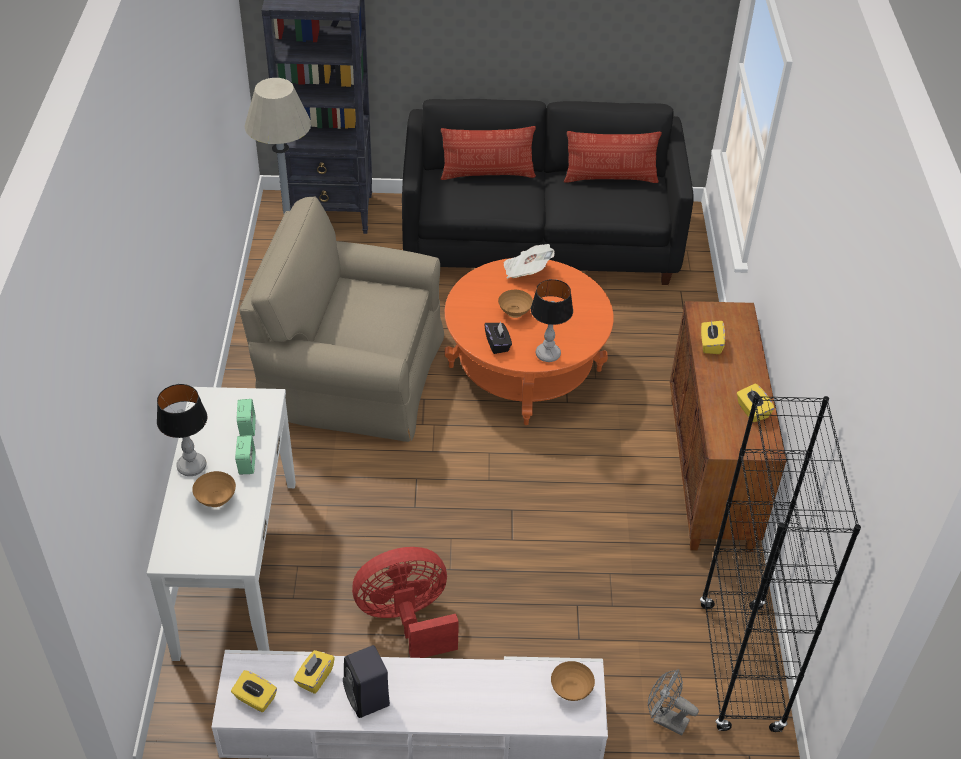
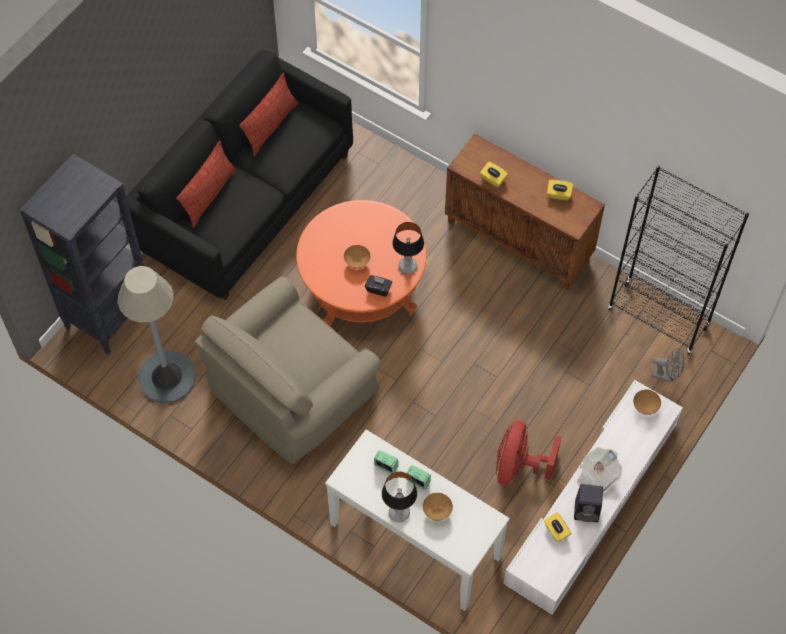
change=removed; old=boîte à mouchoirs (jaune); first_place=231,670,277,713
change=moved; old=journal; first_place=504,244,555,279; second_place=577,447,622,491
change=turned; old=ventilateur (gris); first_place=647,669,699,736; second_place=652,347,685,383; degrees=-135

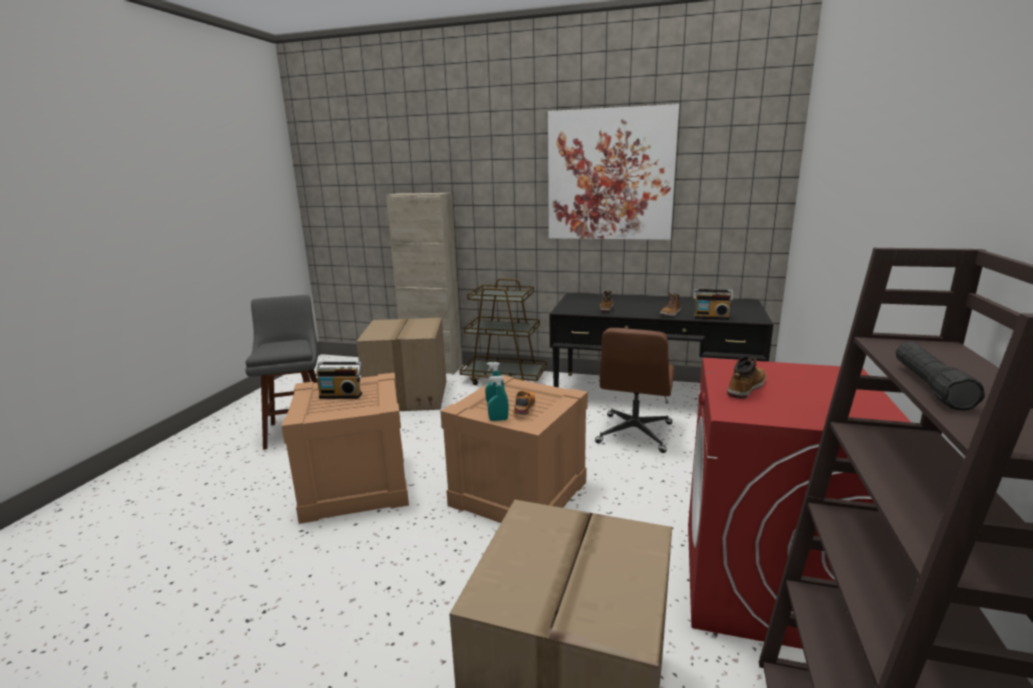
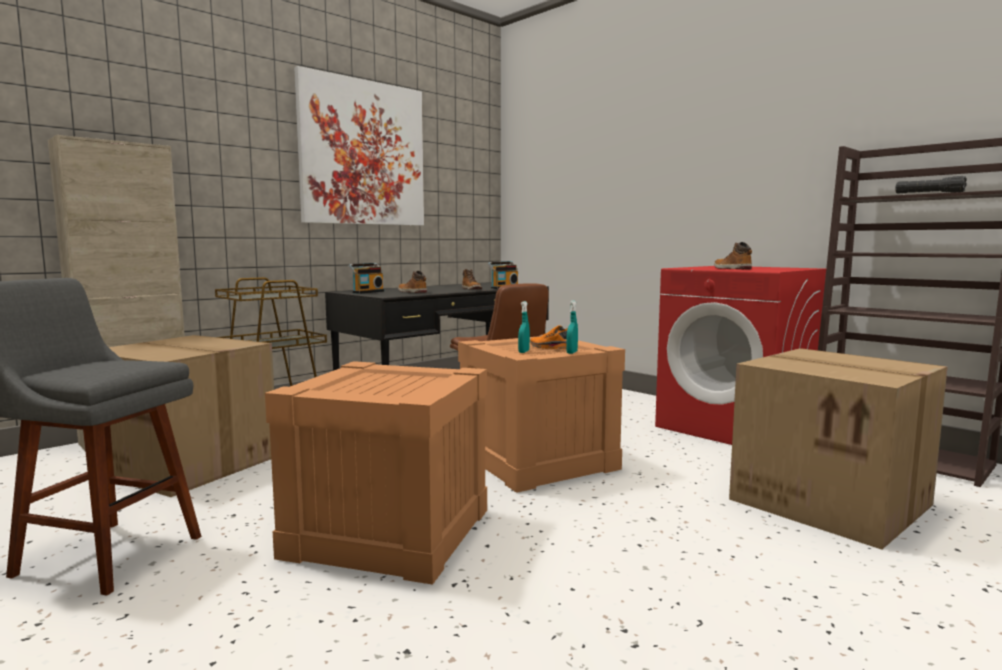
change=moved; old=radio; first_place=315,362,362,399; second_place=348,263,384,294

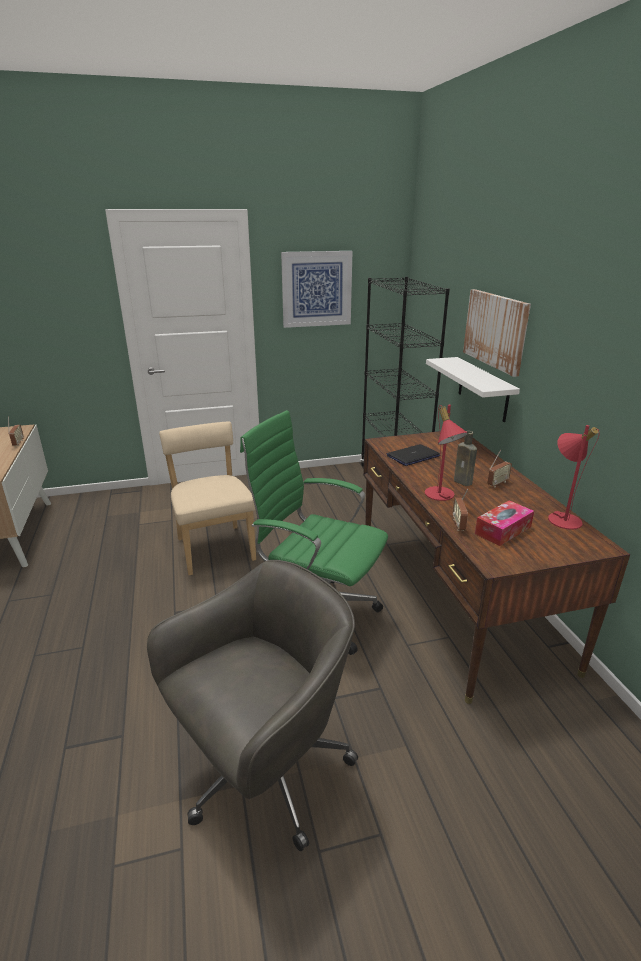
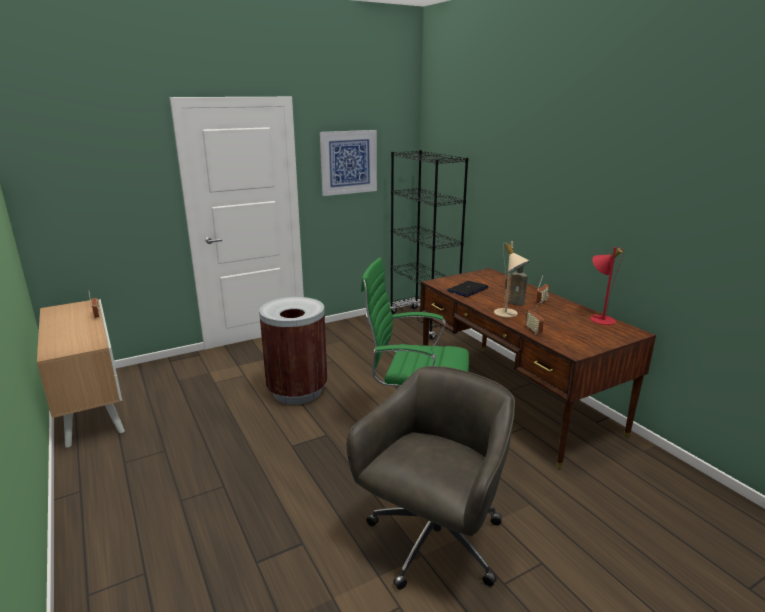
change=removed; old=étagère (blanc); first_place=426,357,520,422
change=removed; old=tableau; first_place=463,289,531,377
change=removed; old=boîte à mouchoirs; first_place=475,500,534,546
change=replaced; old=chaise (beige); new=poubelle (marron); first_place=159,421,256,575; second_place=259,297,327,405
change=recoloured; old=lampe de table (rouge); new=lampe de table (beige); first_place=425,405,468,501; second_place=494,242,530,317

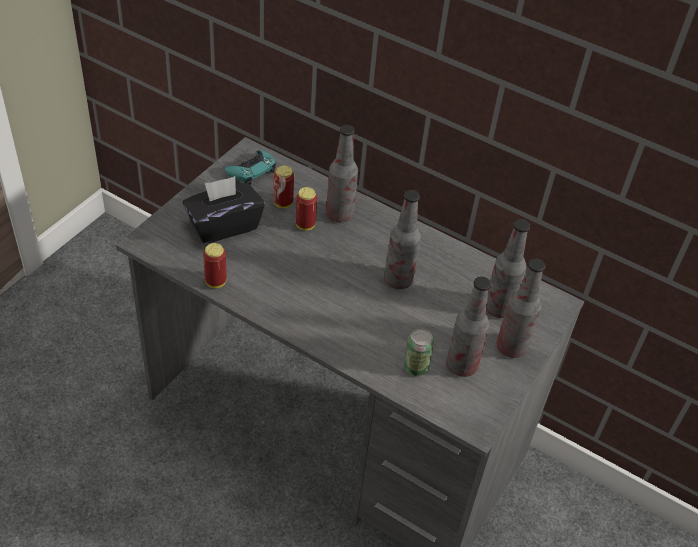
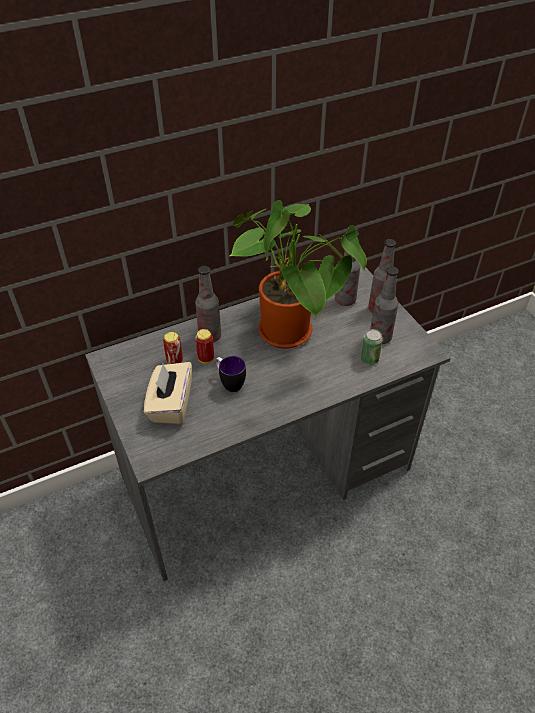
change=removed; old=boîte métallique; first_place=203,243,227,288
change=removed; old=manette (turquoise); first_place=225,150,276,185
change=added; new=mug; second_place=215,356,246,392
change=replaced; old=bouteille; new=plante en pot; first_place=384,190,421,289; second_place=228,200,367,348
change=recoloured; old=boîte à mouchoirs (noir); new=boîte à mouchoirs (beige); first_place=183,176,265,244; second_place=144,362,192,424

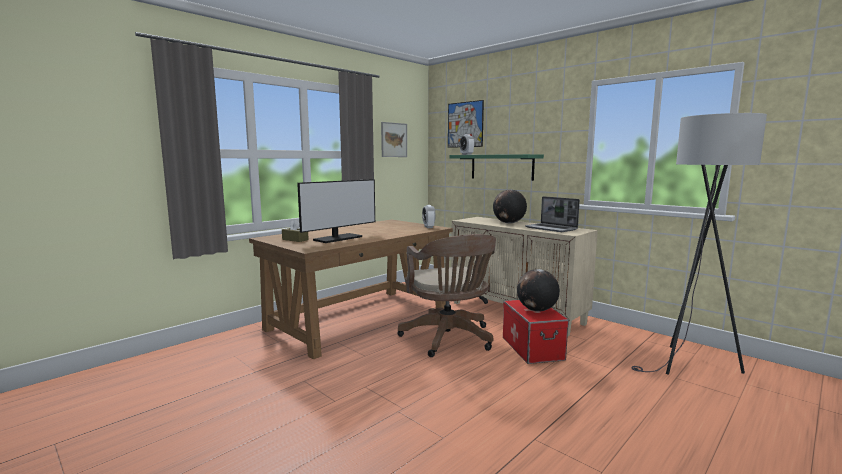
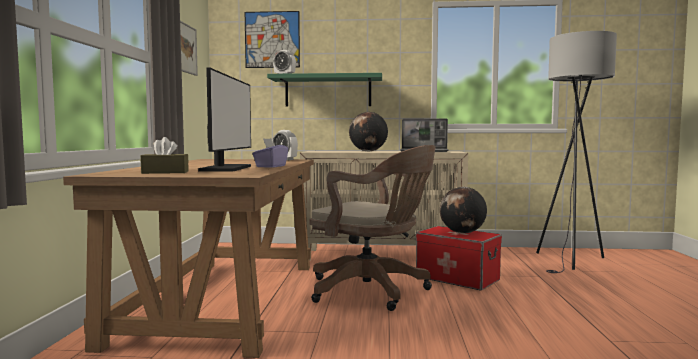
change=added; new=boîte à mouchoirs (violet); second_place=252,138,288,168

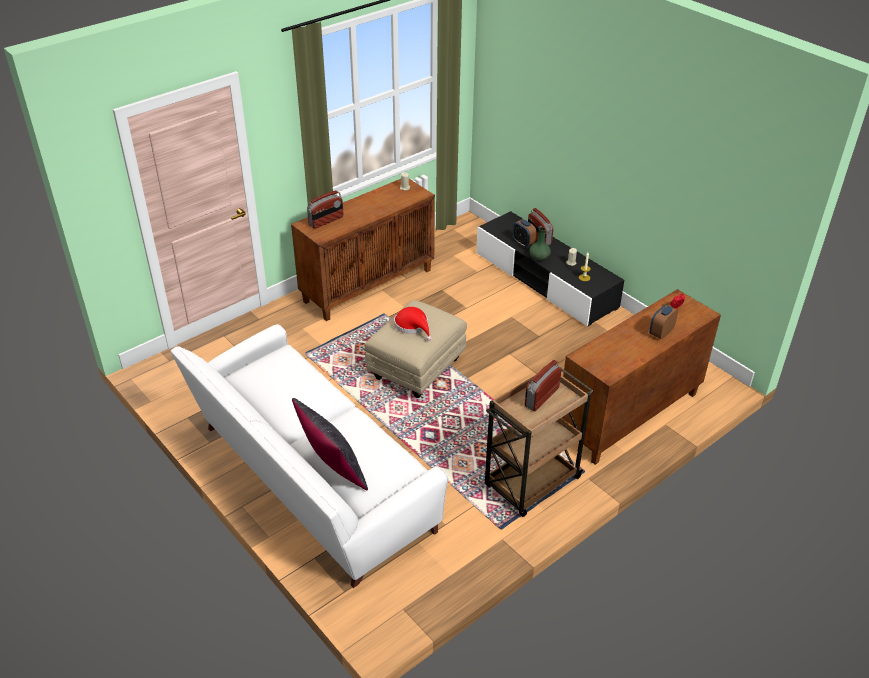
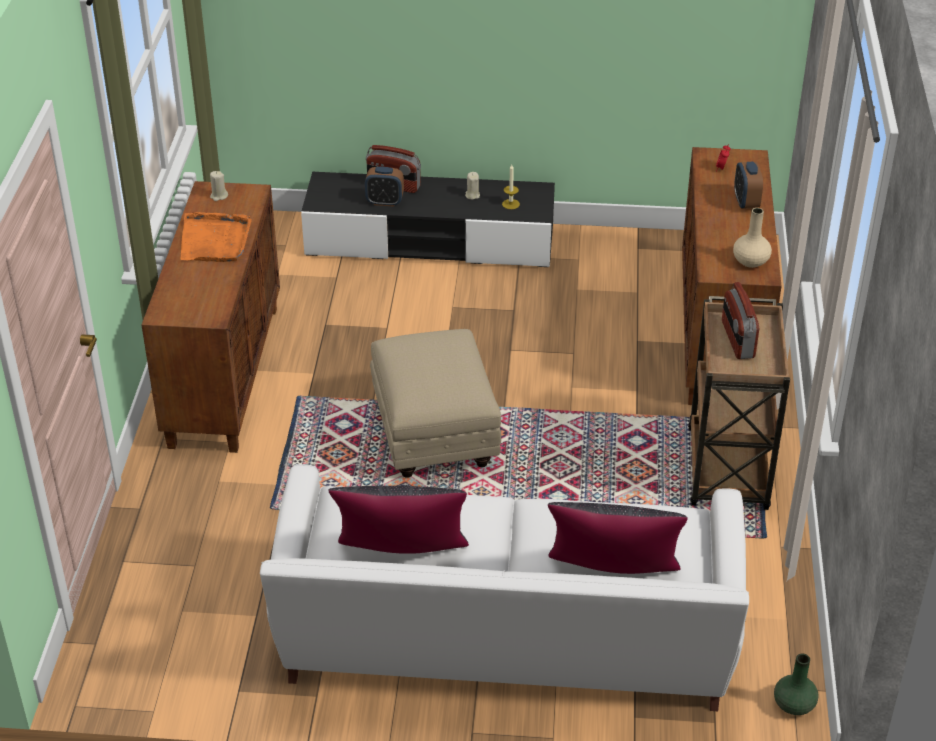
change=removed; old=radio; first_place=307,190,344,229
change=removed; old=chapeau (rouge); first_place=394,307,432,341
change=added; new=plateau (orange); second_place=180,212,252,262
change=added; new=coussin (noir); second_place=328,486,469,554
change=added; new=vase (beige); second_place=733,208,772,268
change=moved; old=vase (vert); first_place=529,227,551,261; second_place=774,654,819,715

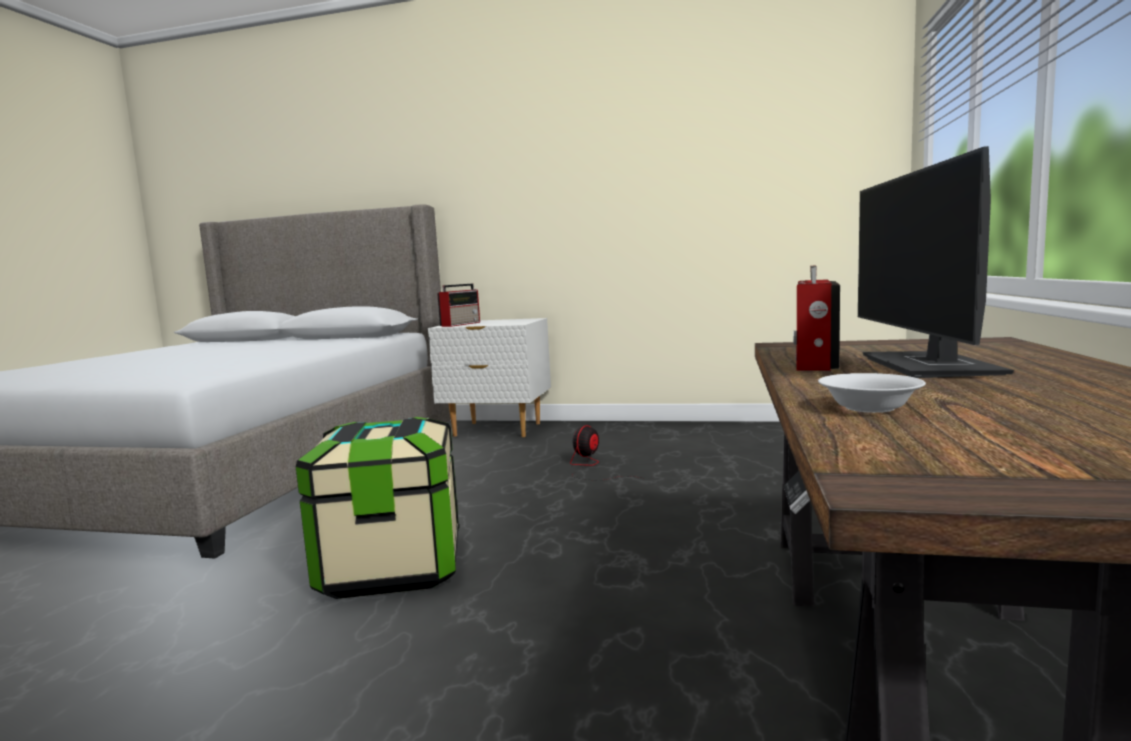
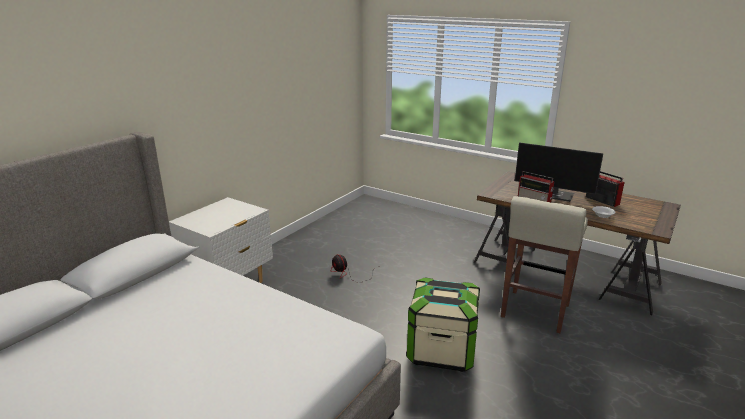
change=added; new=tabouret (beige); second_place=501,196,588,333
change=moved; old=radio; first_place=437,284,480,327; second_place=586,171,625,207

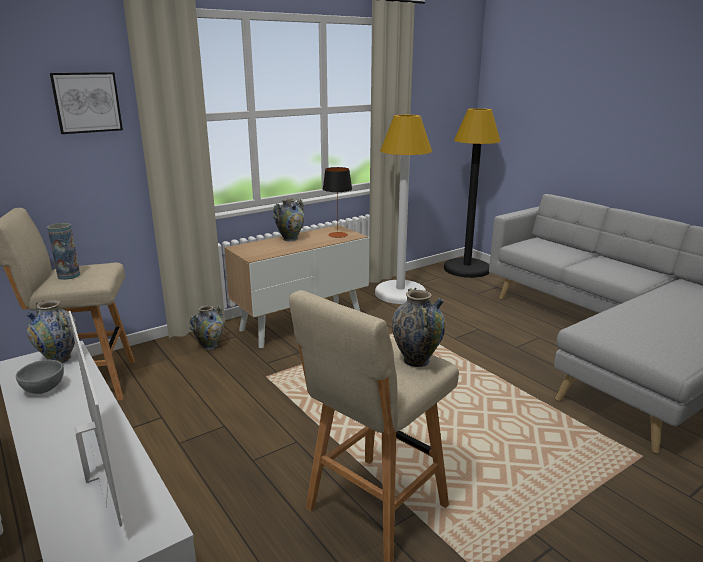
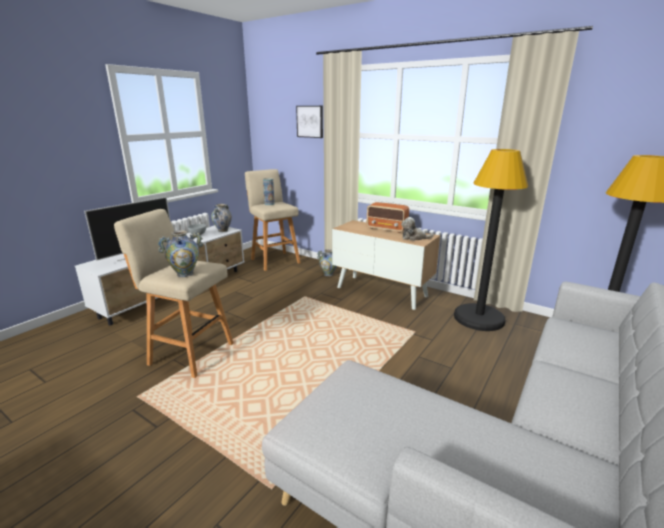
change=replaced; old=vase; new=radio; first_place=273,198,304,241; second_place=367,202,409,233
change=replaced; old=lampe de table; new=peluche; first_place=323,167,352,238; second_place=401,217,434,241
change=recoloured; old=lampadaire (blanc); new=lampadaire (noir); first_place=375,115,432,304; second_place=454,149,528,331

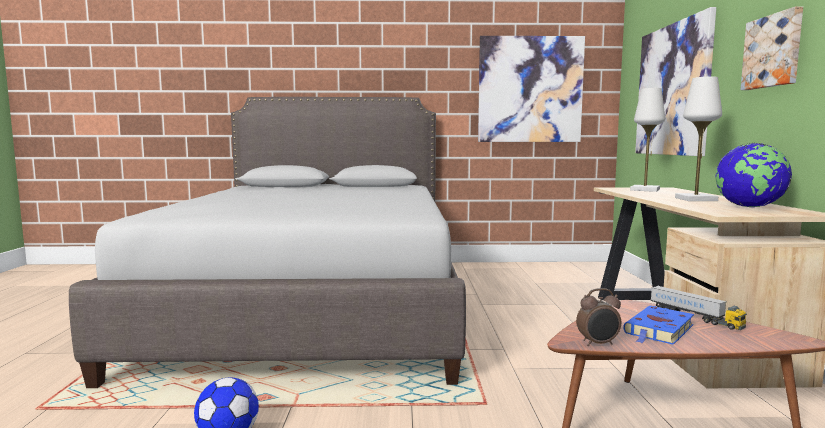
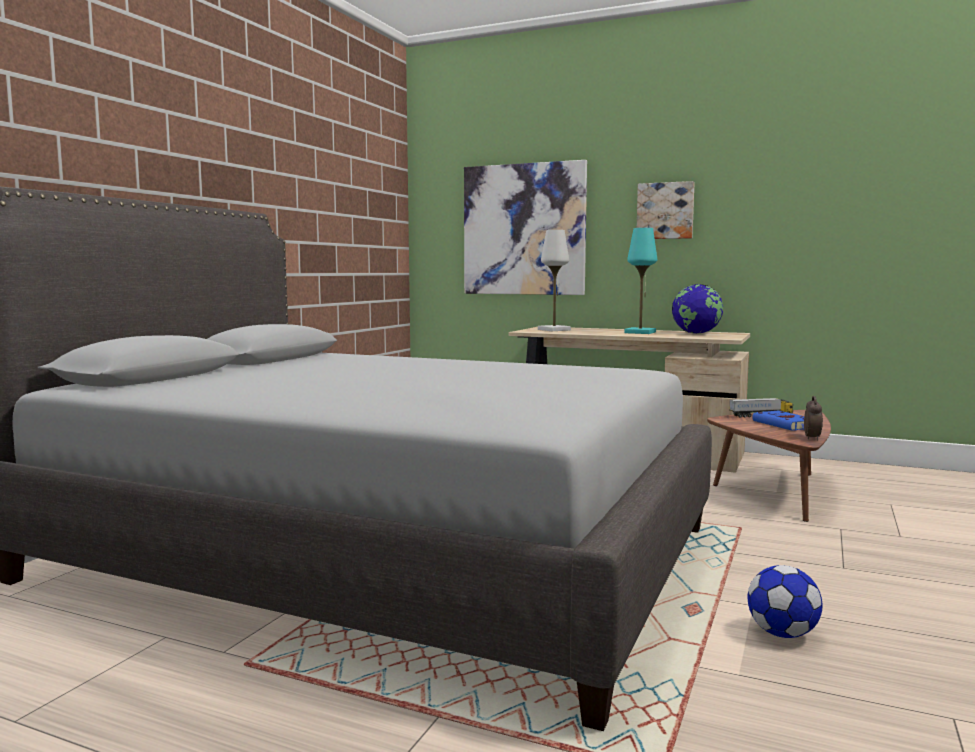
change=removed; old=tableau; first_place=478,36,585,142
change=recoloured; old=lampe de table (blanc); new=lampe de table (turquoise); first_place=675,76,722,201; second_place=625,228,657,334

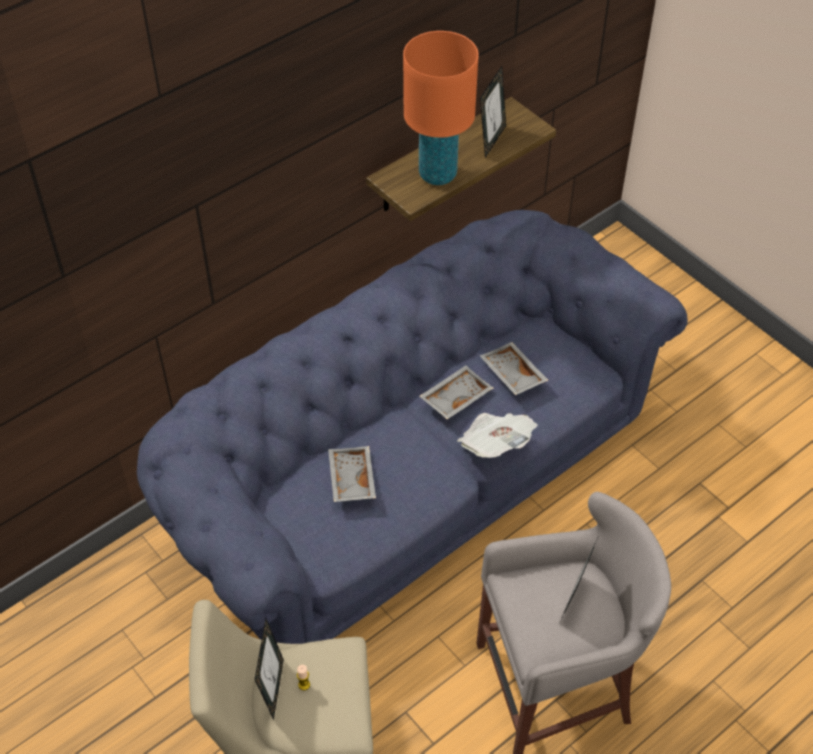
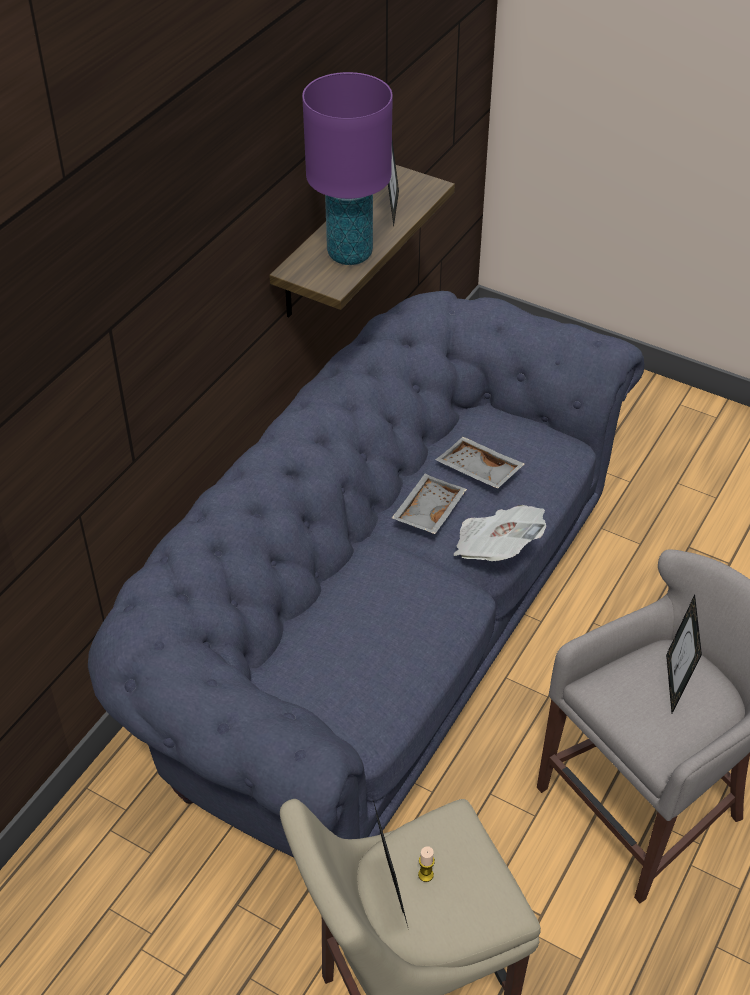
change=removed; old=plateau (gris); first_place=328,446,376,502
change=recoloured; old=lampe de table (orange); new=lampe de table (violet); first_place=403,31,479,185; second_place=302,72,393,265

